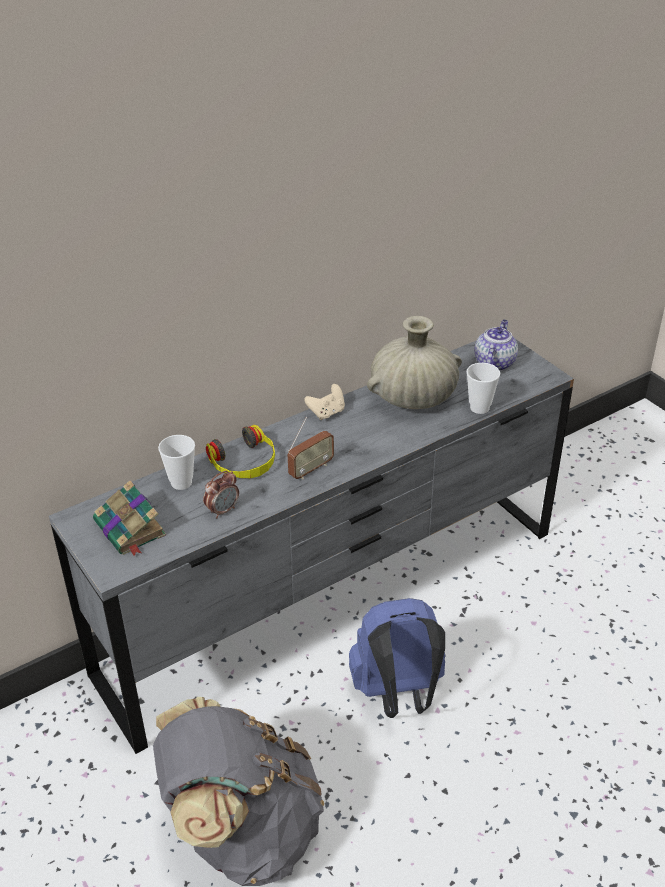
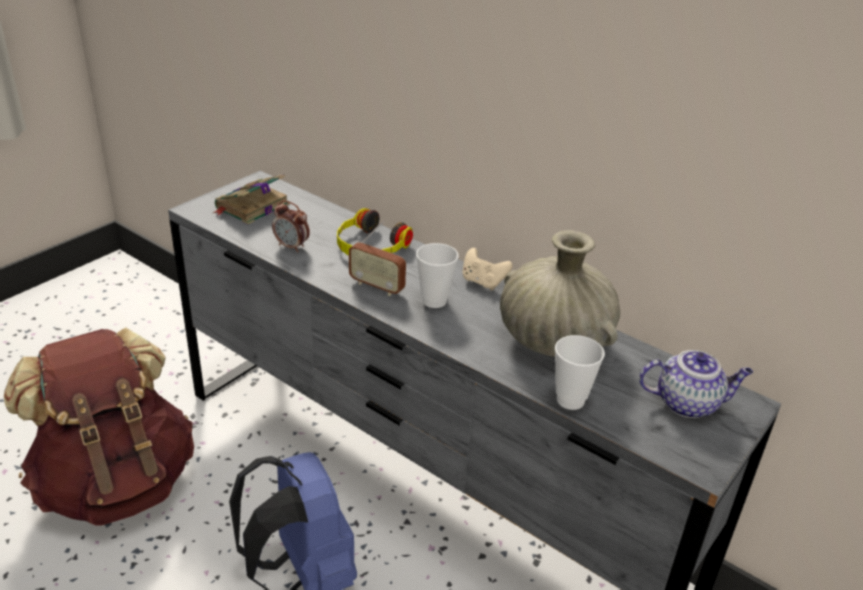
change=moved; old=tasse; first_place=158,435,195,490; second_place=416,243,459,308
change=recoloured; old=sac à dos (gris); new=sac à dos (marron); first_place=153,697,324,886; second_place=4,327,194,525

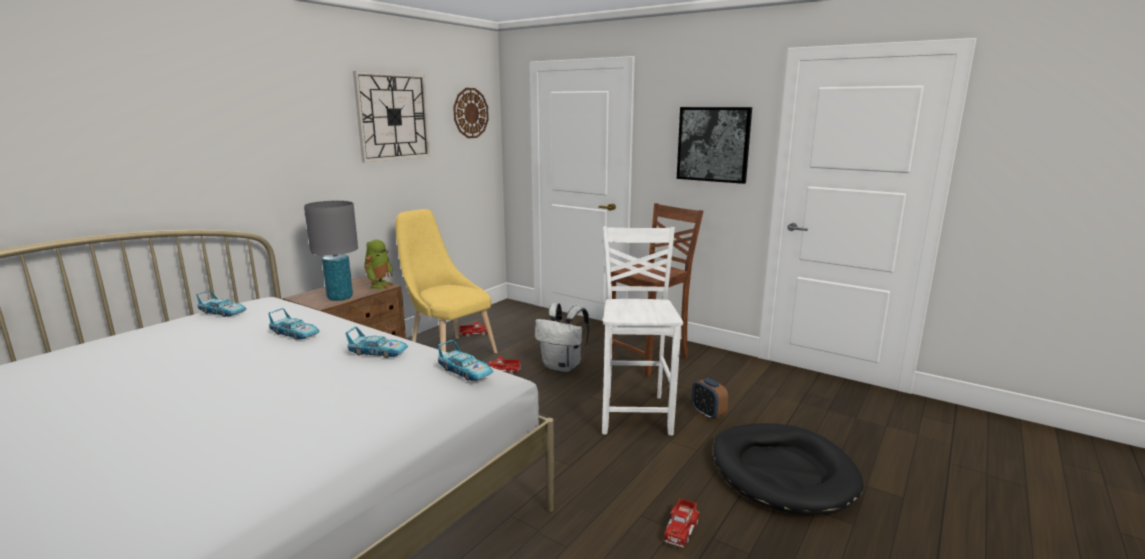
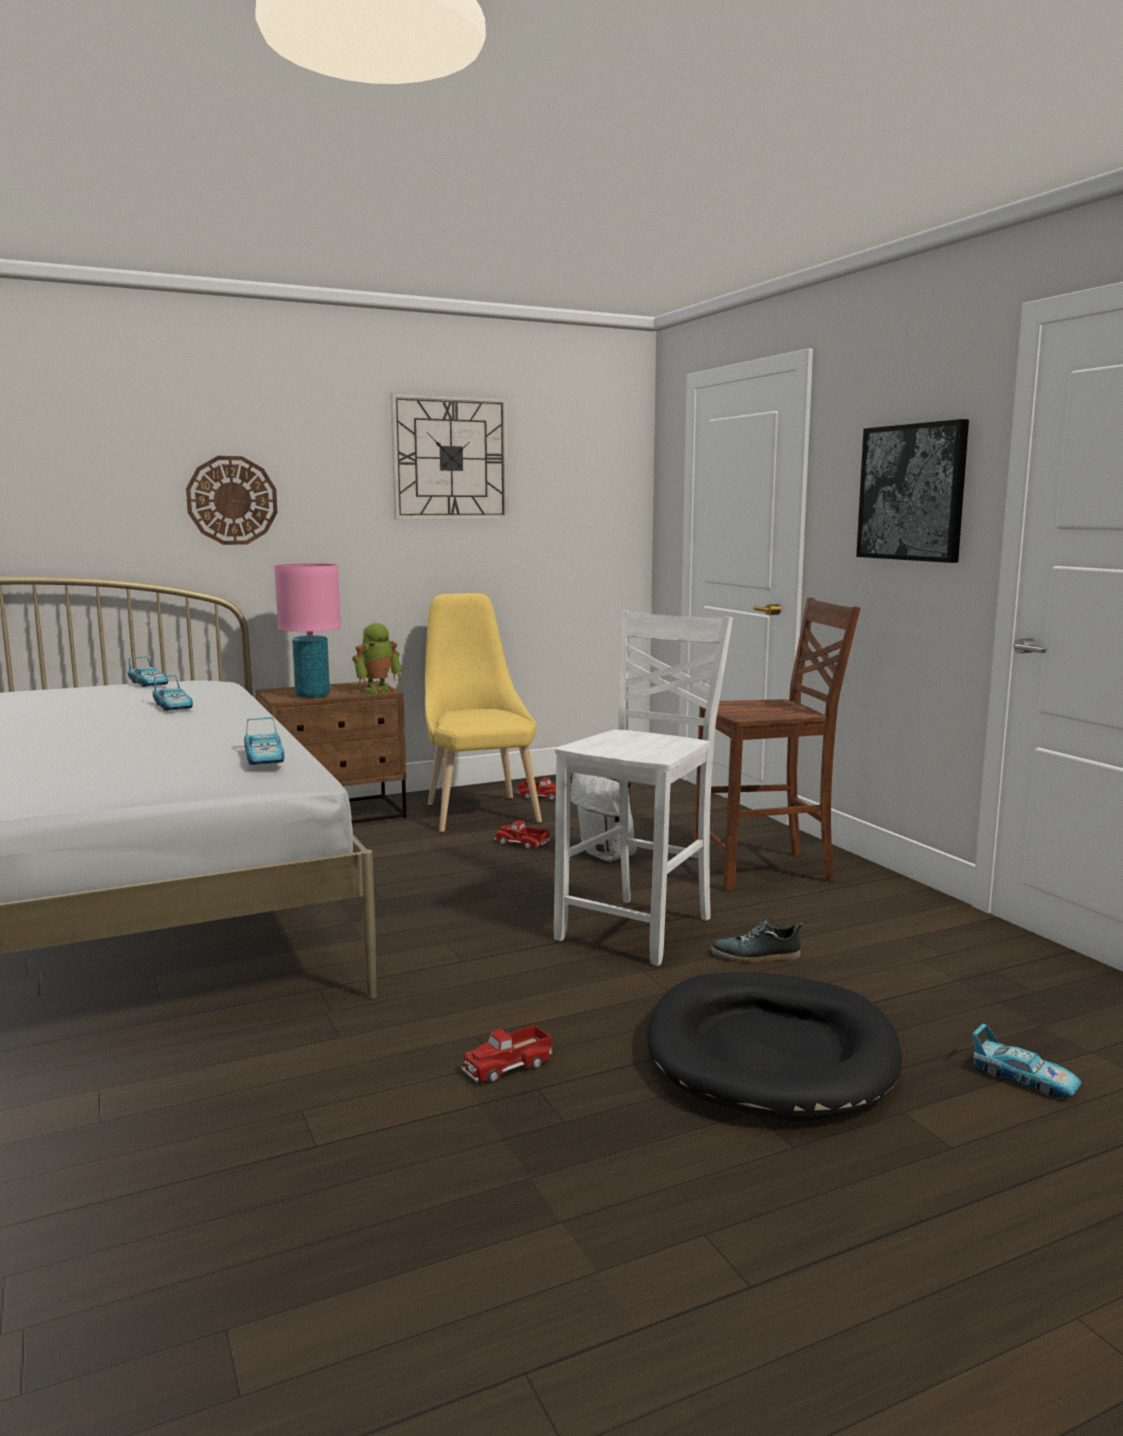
change=moved; old=petite voiture; first_place=345,327,408,358; second_place=973,1023,1082,1098
change=moved; old=horloge murale; first_place=453,88,489,138; second_place=186,456,278,545
change=replaced; old=réveil; new=chaussure; first_place=692,378,728,420; second_place=711,920,803,963
change=recoloured; old=lampe de table (gris); new=lampe de table (rose); first_place=304,200,358,301; second_place=274,563,341,698

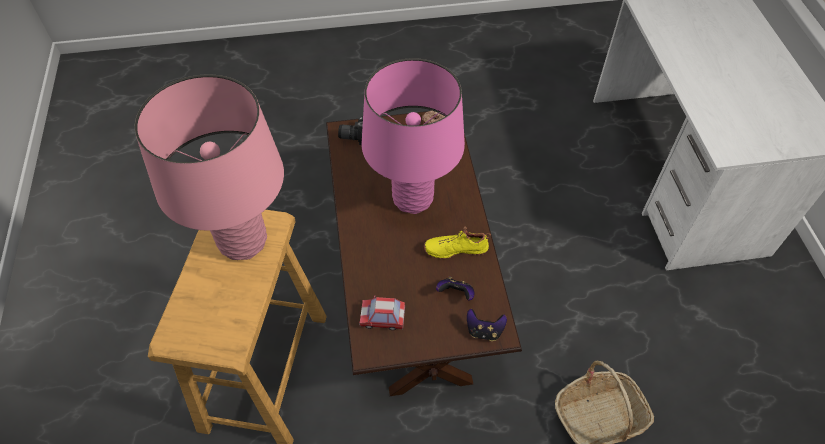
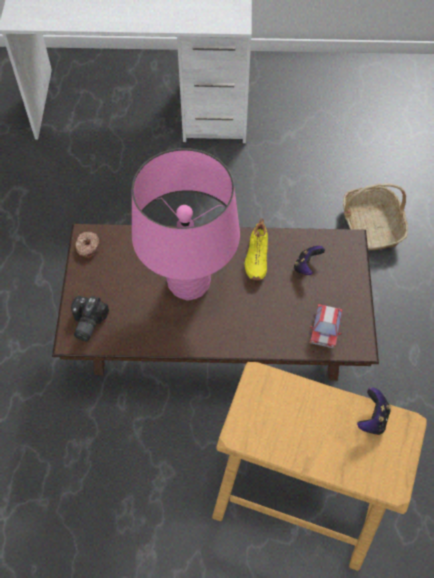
change=removed; old=lampe de table (rose); first_place=135,74,284,260
change=moved; old=manette; first_place=467,309,507,341; second_place=357,387,391,435

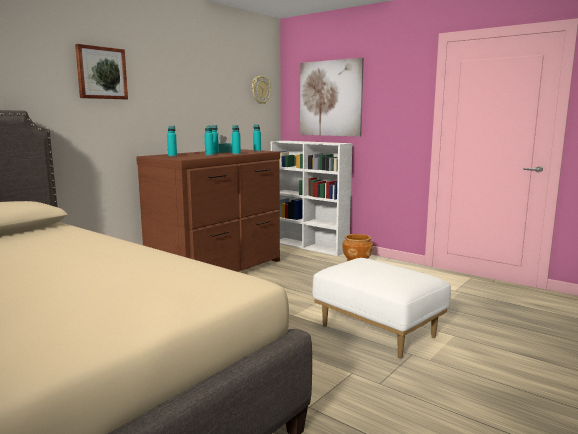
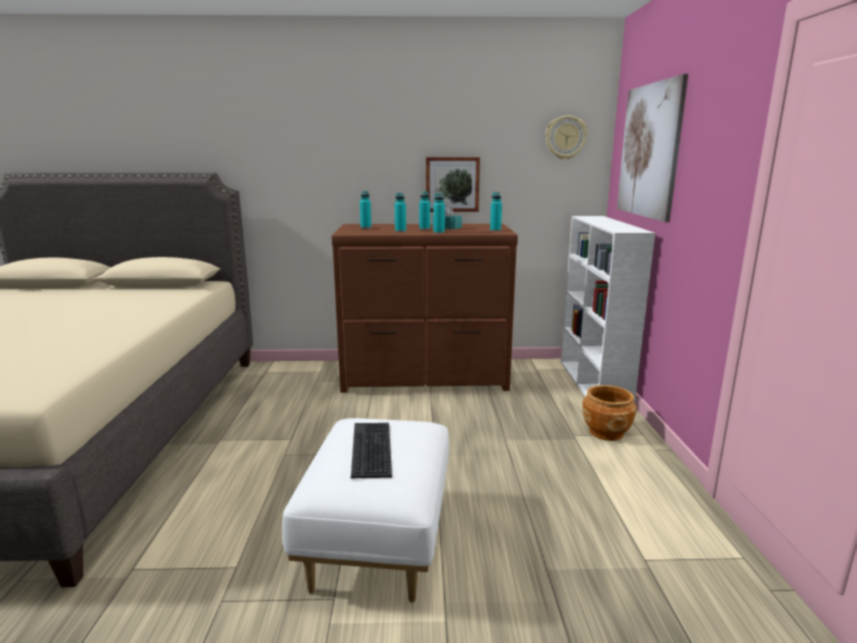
change=added; new=clavier; second_place=351,423,392,478
change=moved; old=tableau; first_place=75,44,128,99; second_place=426,157,480,212

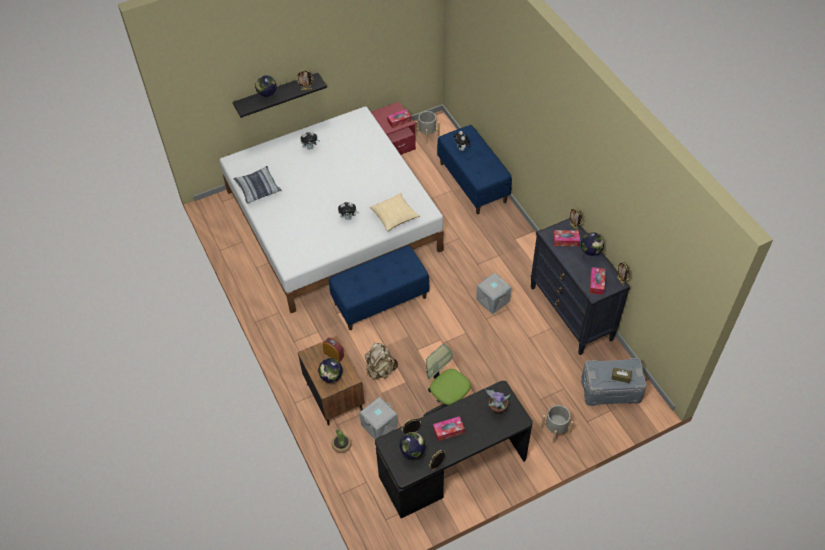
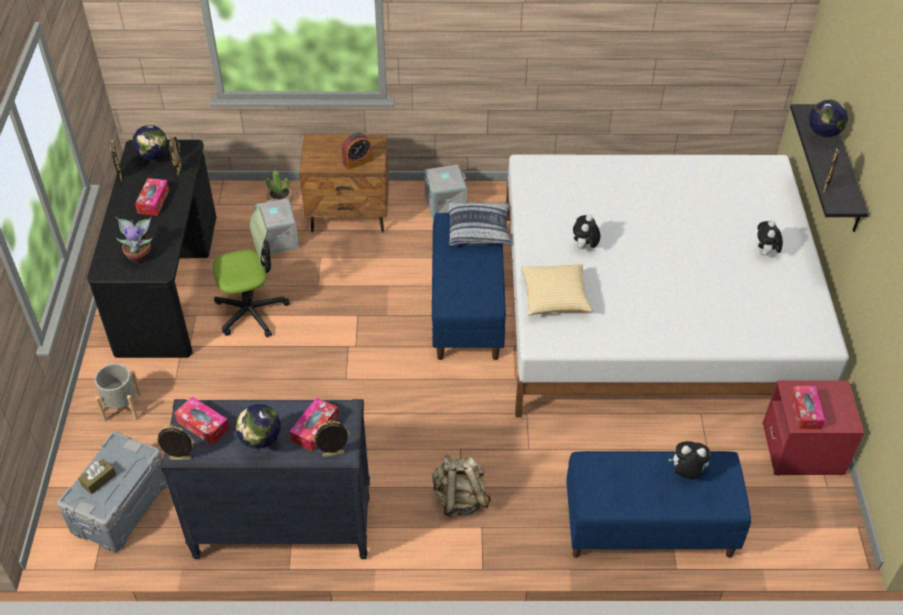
change=removed; old=globe; first_place=318,358,343,385
change=removed; old=cache-pot (gris); first_place=415,111,439,144
change=moved; old=coussin; first_place=233,166,281,204; second_place=448,202,512,246
change=moved; old=sac à dos (beige); first_place=365,343,398,378; second_place=432,455,491,518
change=moved; old=boîte de rangement (gris); first_place=476,273,512,314; second_place=424,165,467,219

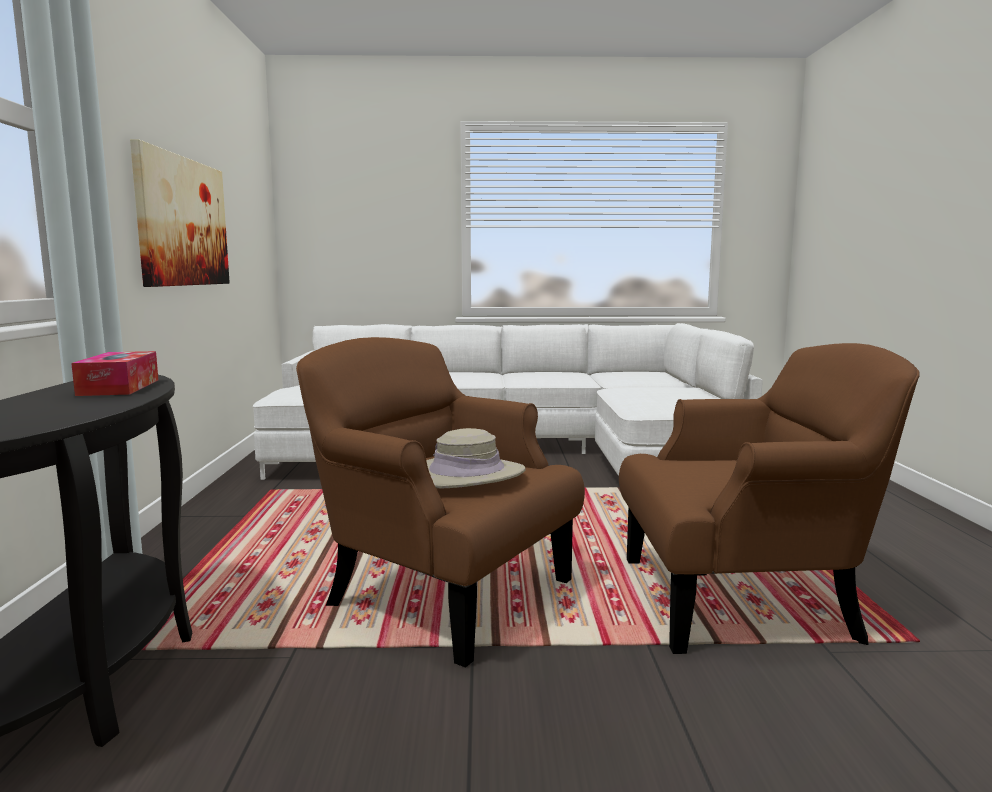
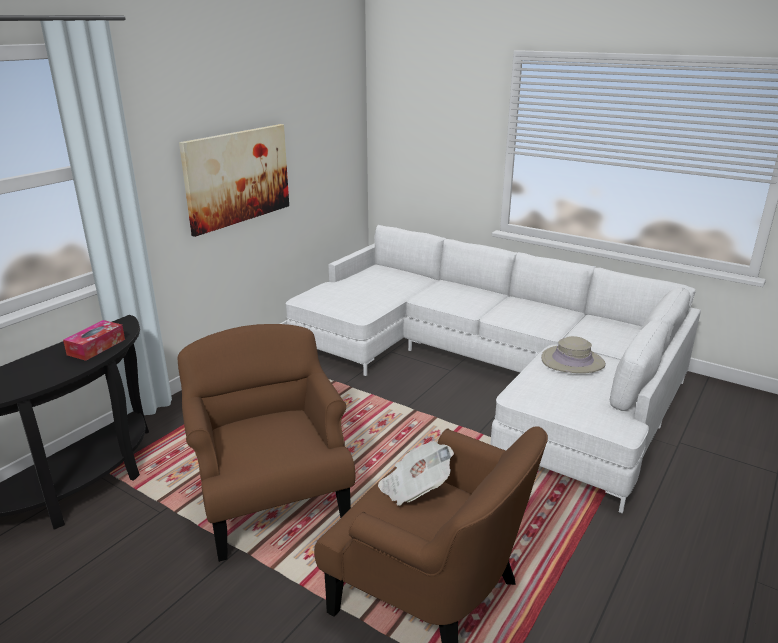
change=added; new=journal; second_place=378,441,454,506
change=moved; old=chapeau (beige); first_place=426,428,526,488; second_place=541,336,606,373

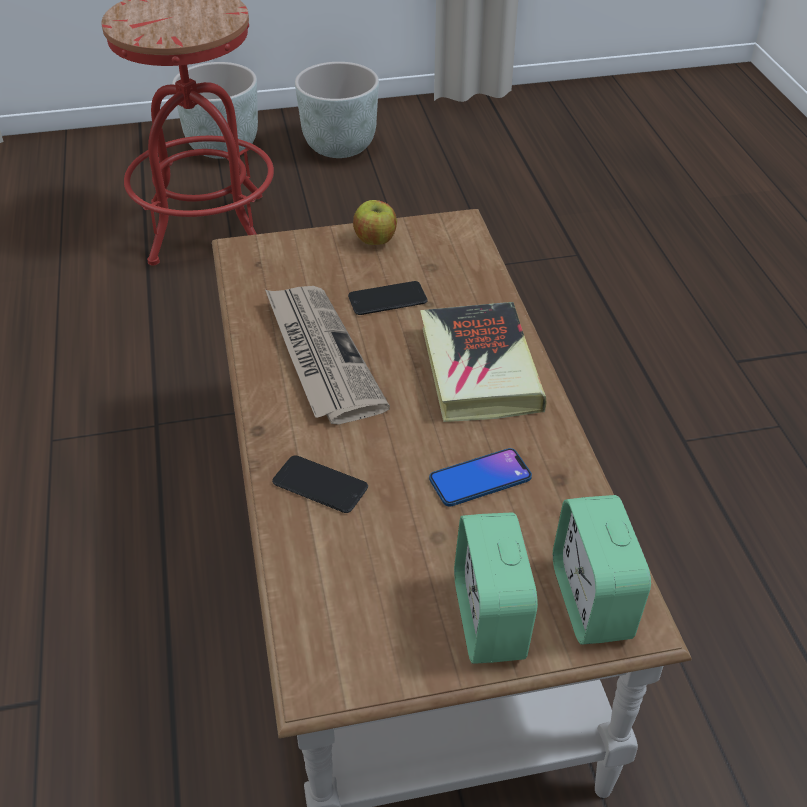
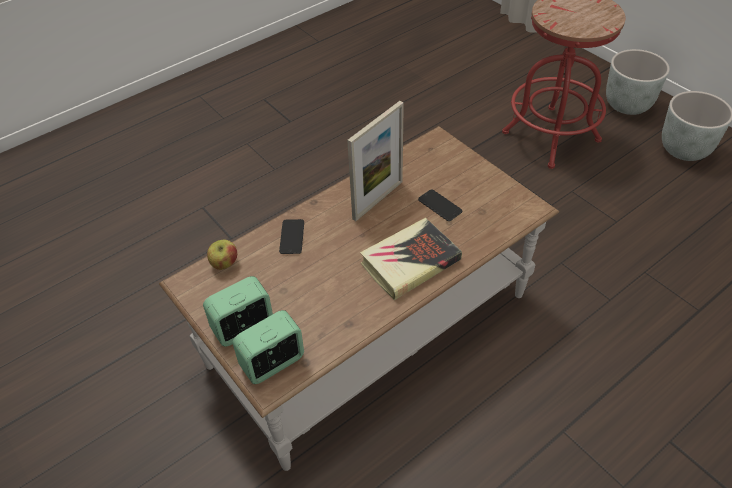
change=removed; old=téléphone; first_place=429,448,532,506
change=moved; old=pomme; first_place=353,200,397,245; second_place=207,240,237,270
change=replaced; old=journal; new=cadre photo; first_place=265,286,390,424; second_place=347,101,404,221

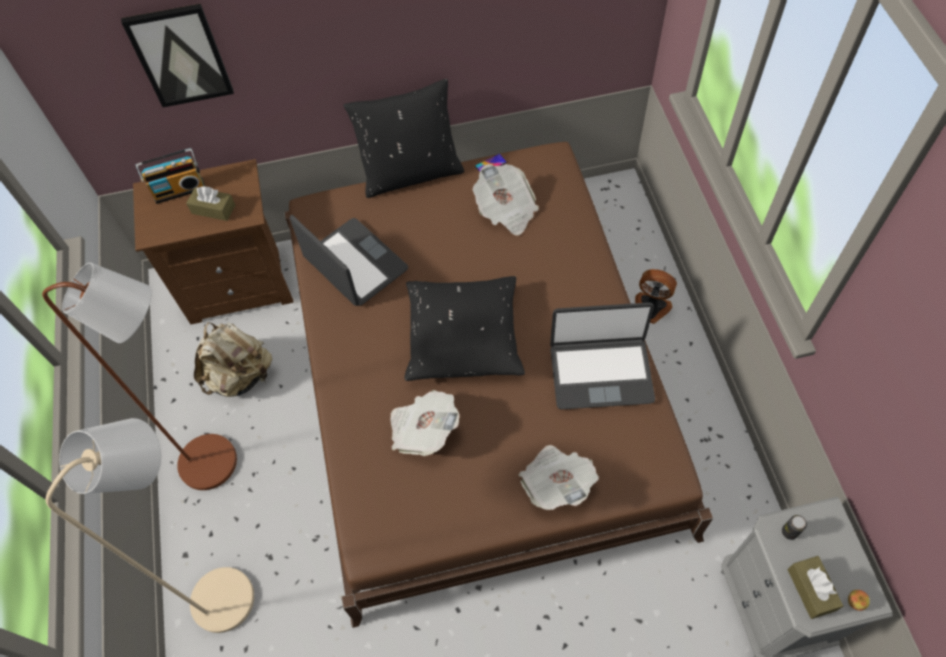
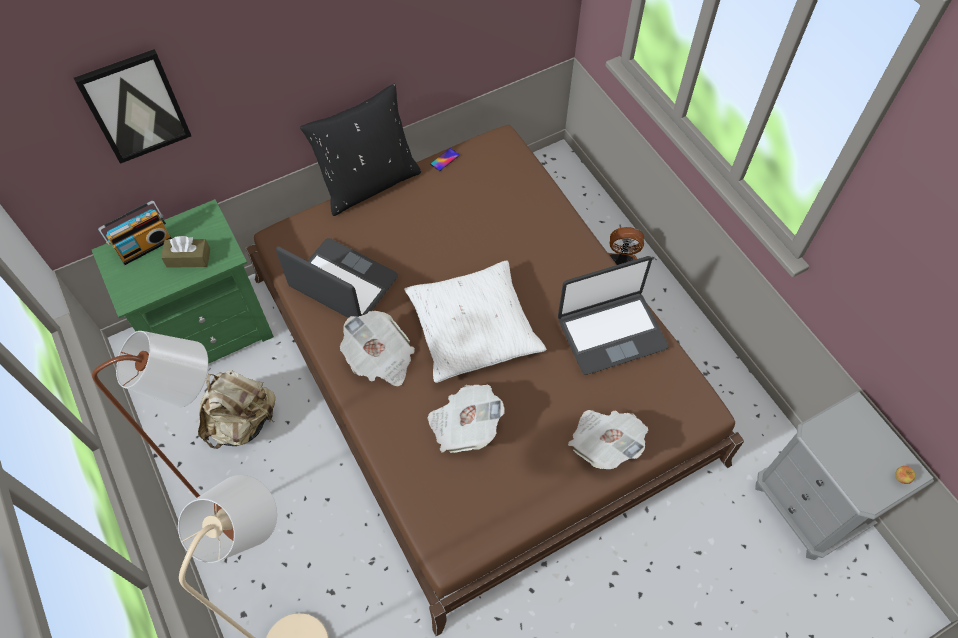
change=removed; old=boîte métallique; first_place=782,515,807,540
change=removed; old=boîte à mouchoirs (marron); first_place=787,556,843,619
change=moved; old=journal; first_place=473,164,539,236; second_place=340,311,415,386
change=recoloured; old=table de chevet (marron); new=table de chevet (vert); first_place=133,159,294,324; second_place=92,199,274,364
change=recoloured; old=coussin (noir); new=coussin (blanc); first_place=404,276,525,381; second_place=404,260,546,383

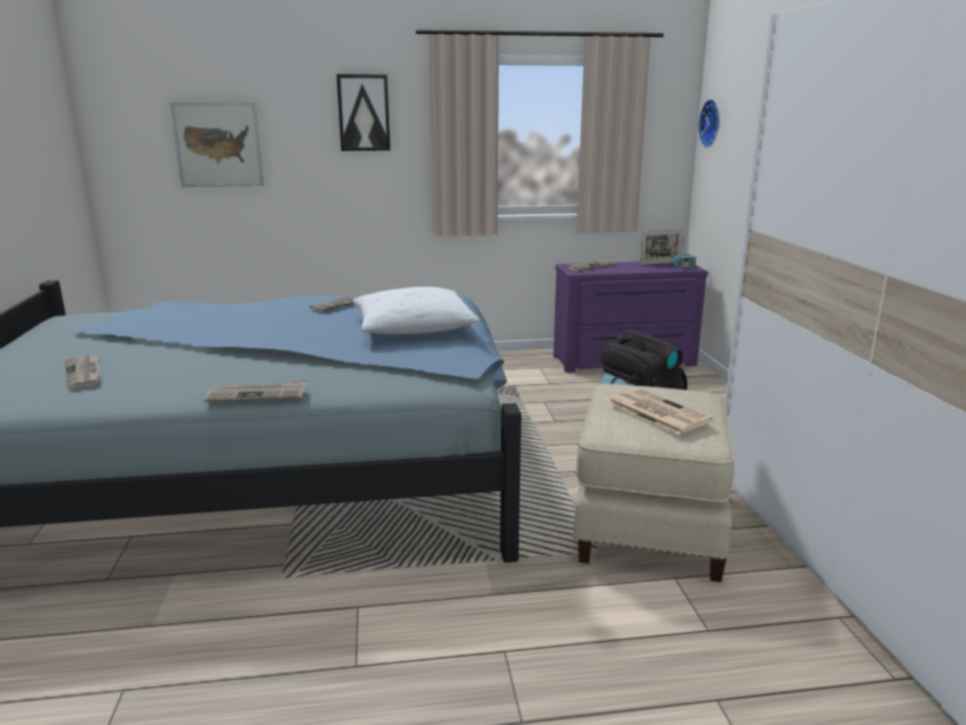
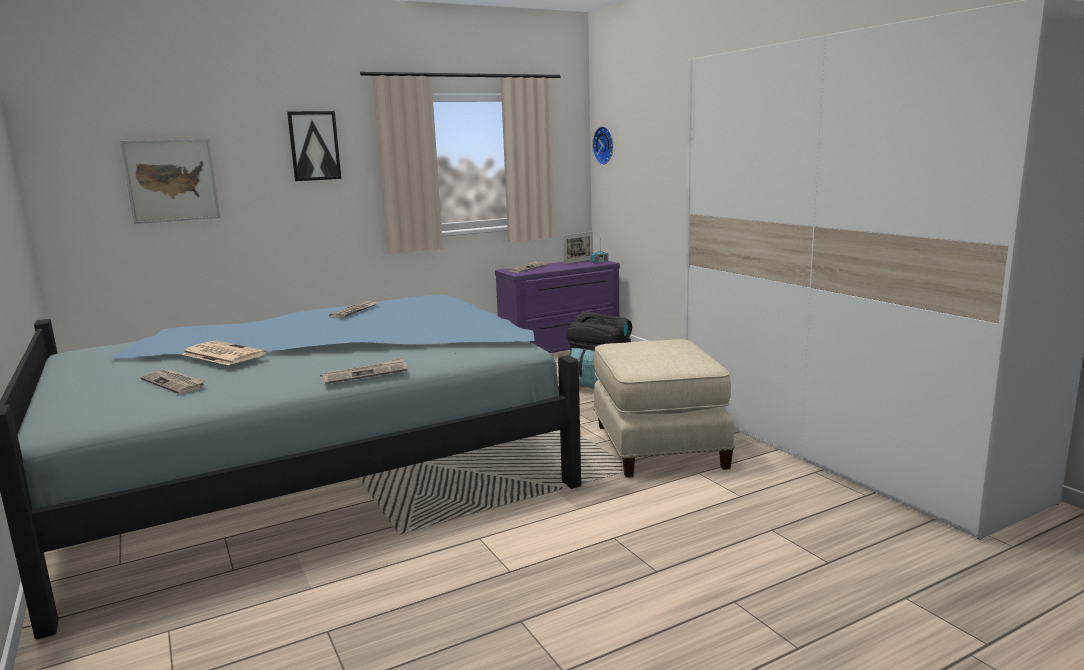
change=removed; old=coussin (blanc); first_place=353,287,480,334
change=moved; old=journal; first_place=608,389,713,435; second_place=181,340,267,365

